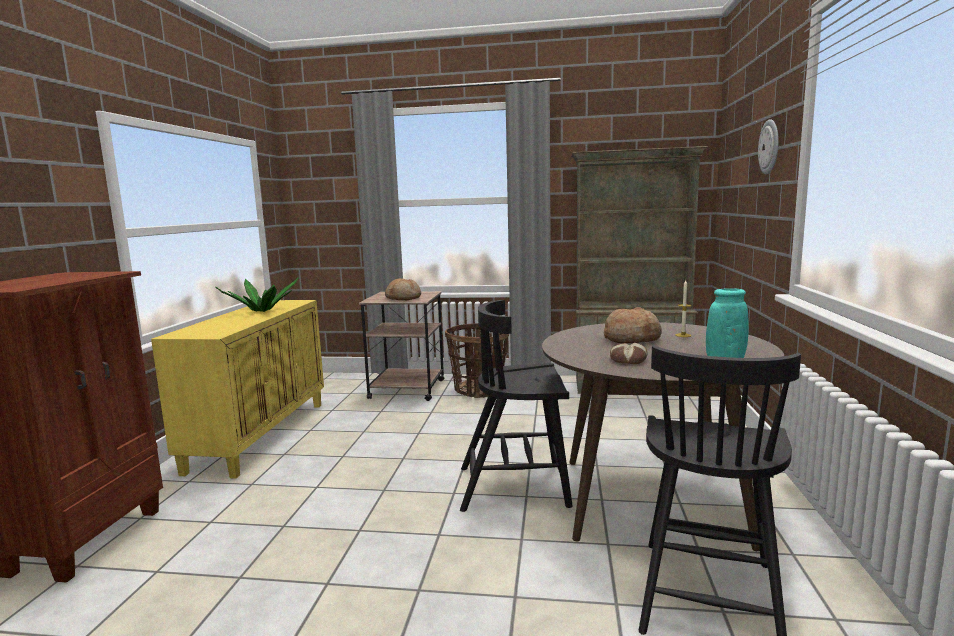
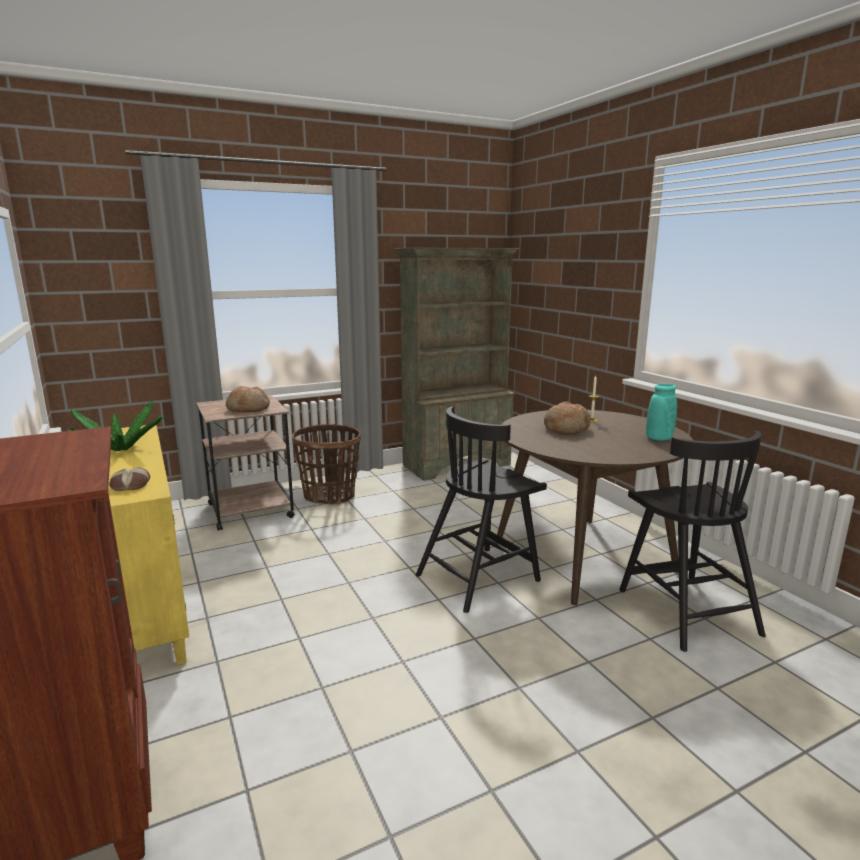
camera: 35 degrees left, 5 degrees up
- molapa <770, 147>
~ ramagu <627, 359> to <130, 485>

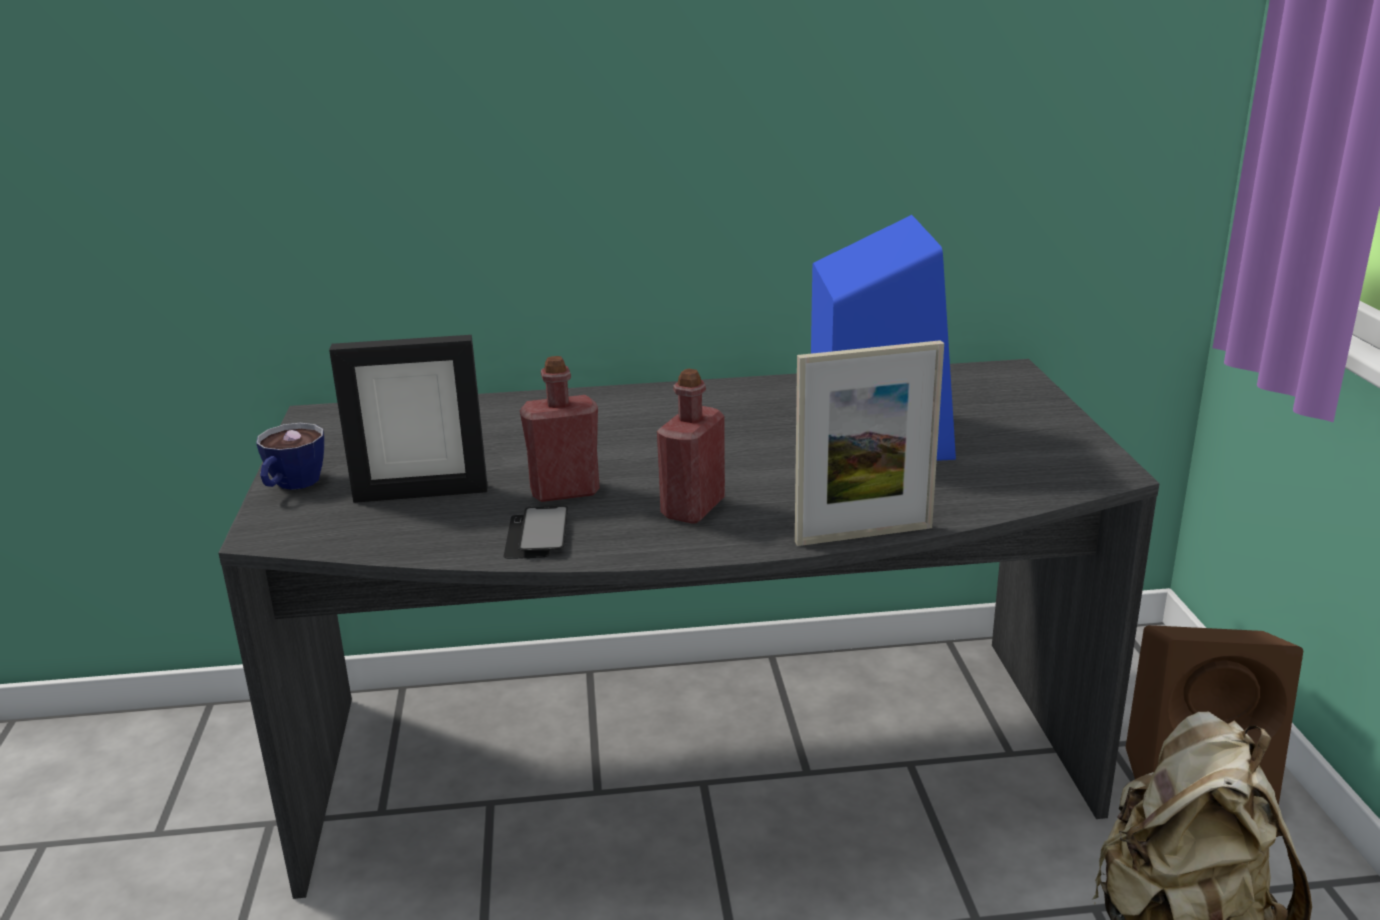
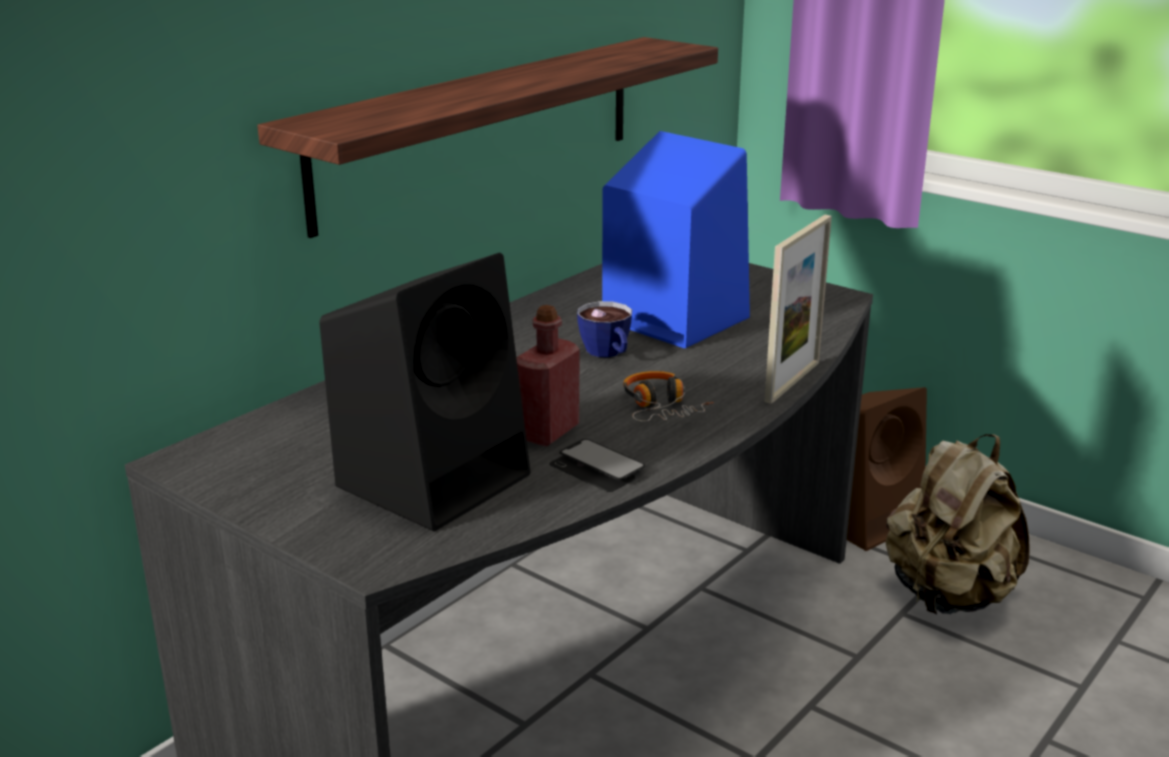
camera: 45 degrees left, 0 degrees up
~ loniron <421, 492> to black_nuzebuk <436, 478>
~ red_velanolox <693, 508> to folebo <661, 407>
~ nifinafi <292, 485> to <608, 354>
+ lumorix <481, 128>

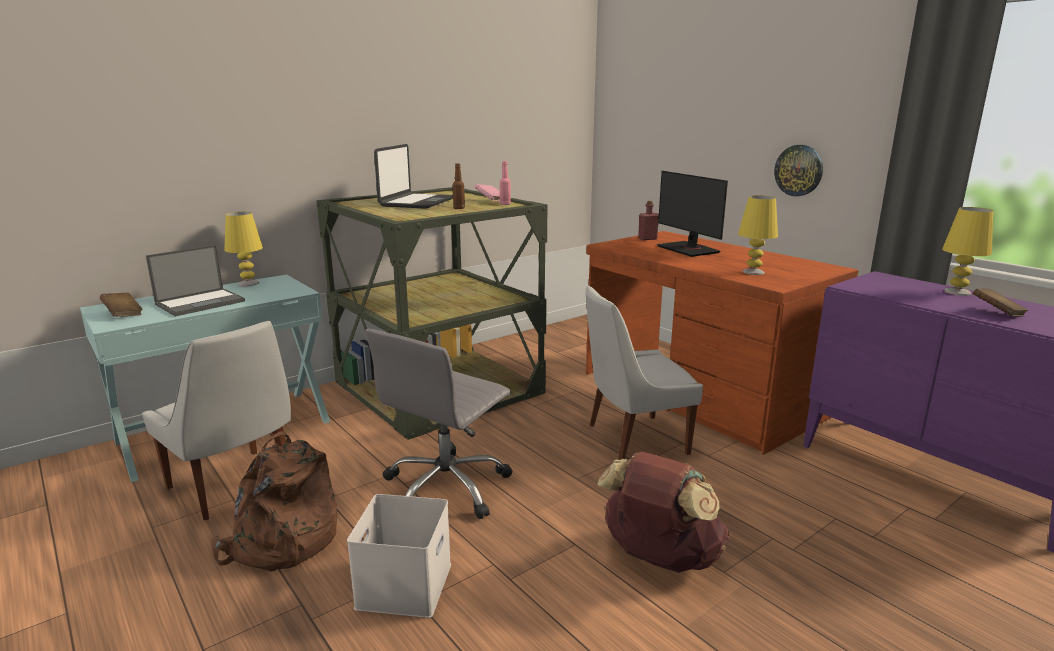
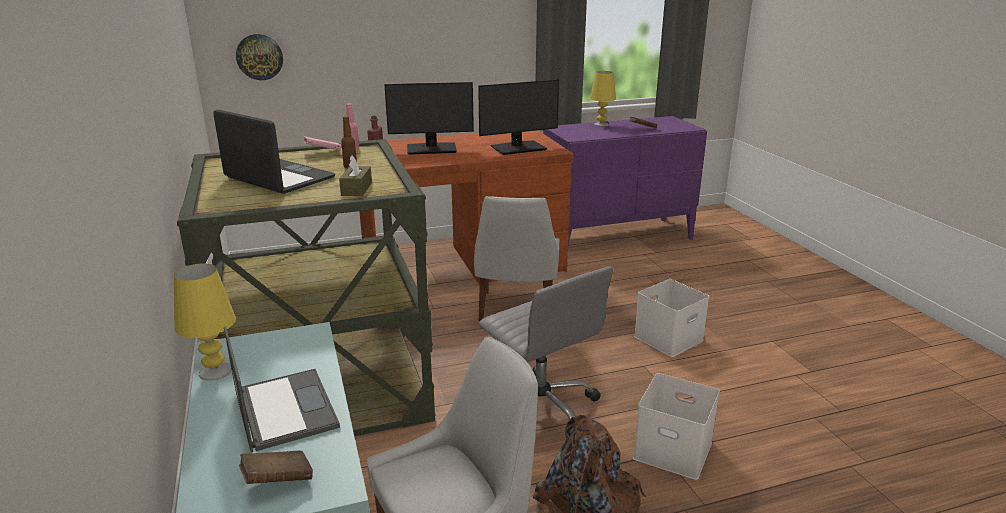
camera: 70 degrees left, 5 degrees up
~ molapa <799, 170> to <259, 57>
~ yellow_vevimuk <753, 272> to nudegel <518, 148>
~ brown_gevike <659, 558> to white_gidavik <668, 339>
+ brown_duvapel <356, 189>

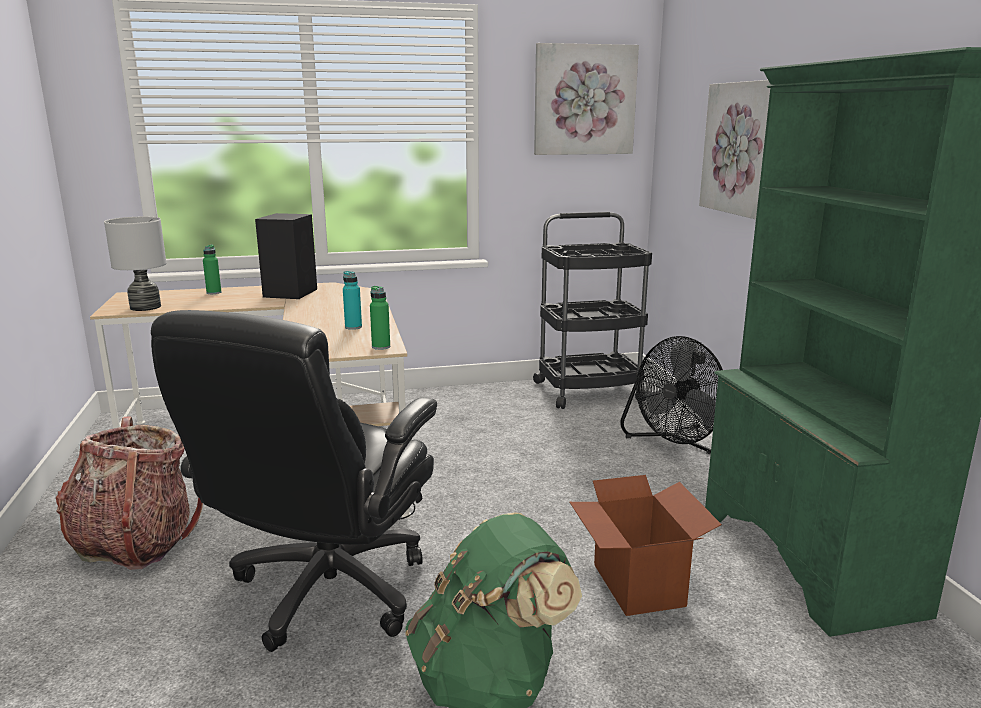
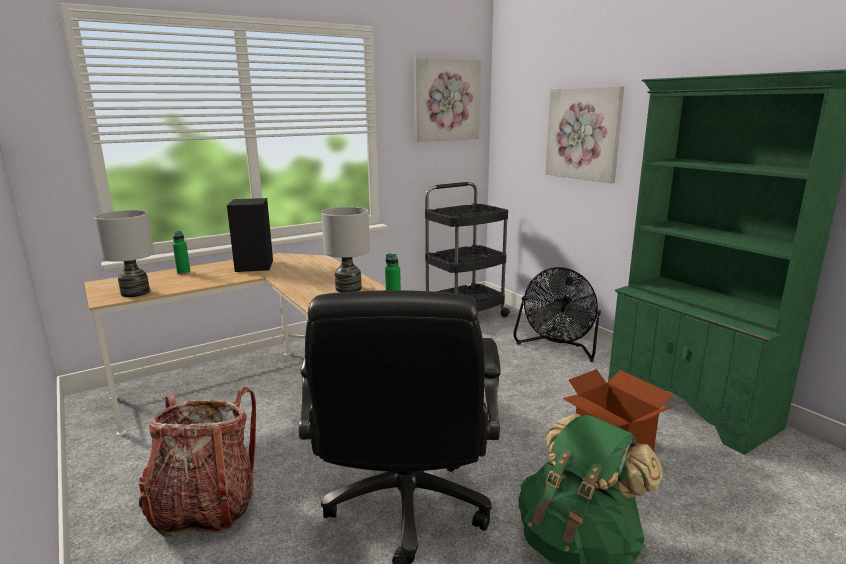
camera: 20 degrees left, 0 degrees up
~ turquoise_velanolox <353, 327> to grey_vevimuk <348, 288>

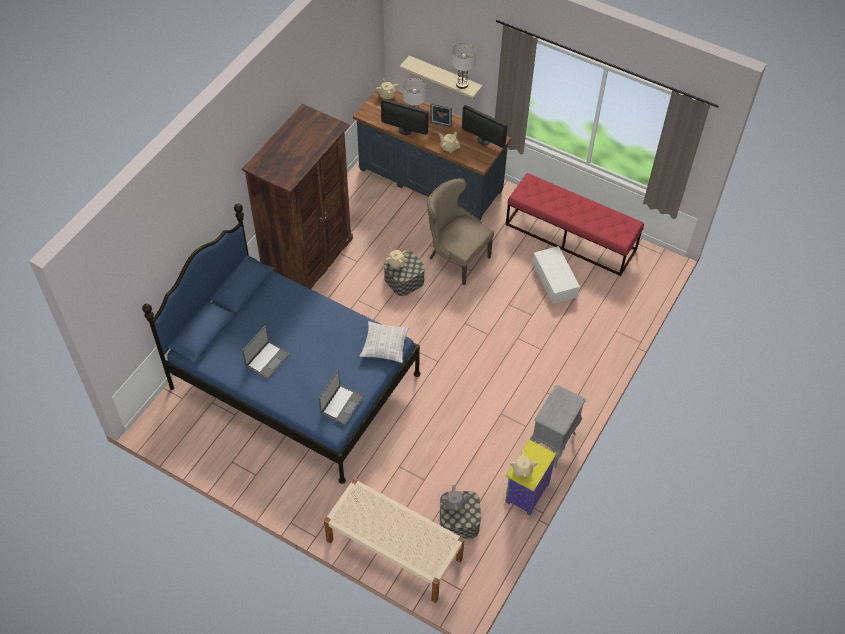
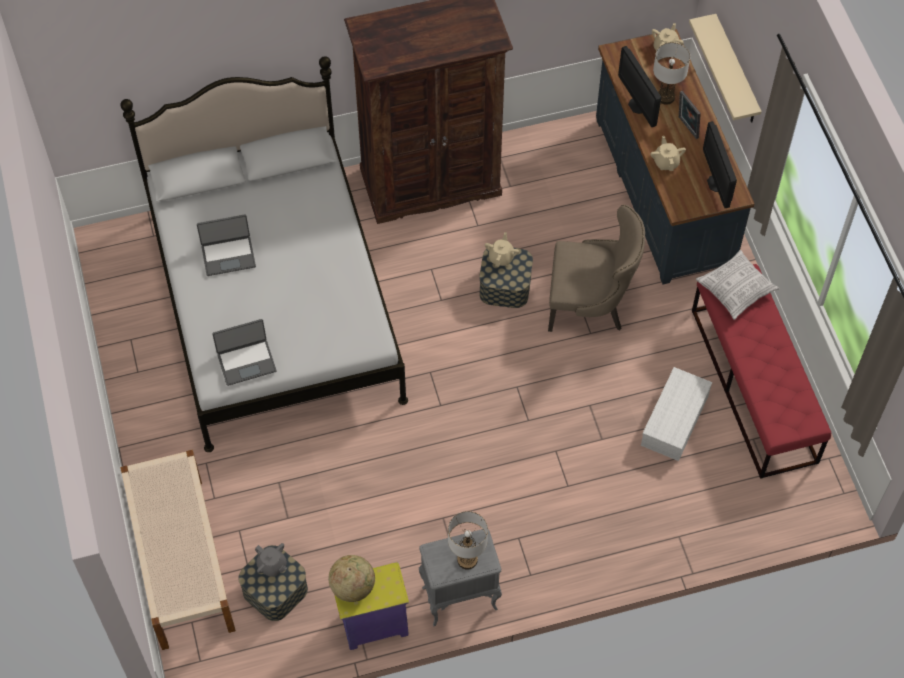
camera: 45 degrees right, 5 degrees up
~ vevimuk <462, 84> to <467, 560>
~ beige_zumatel <456, 258> = <590, 306> 105 degrees clockwise
~ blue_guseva <295, 380> to white_guseva <275, 305>
~ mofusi <385, 346> to <735, 290>
~ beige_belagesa <522, 470> to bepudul <353, 587>

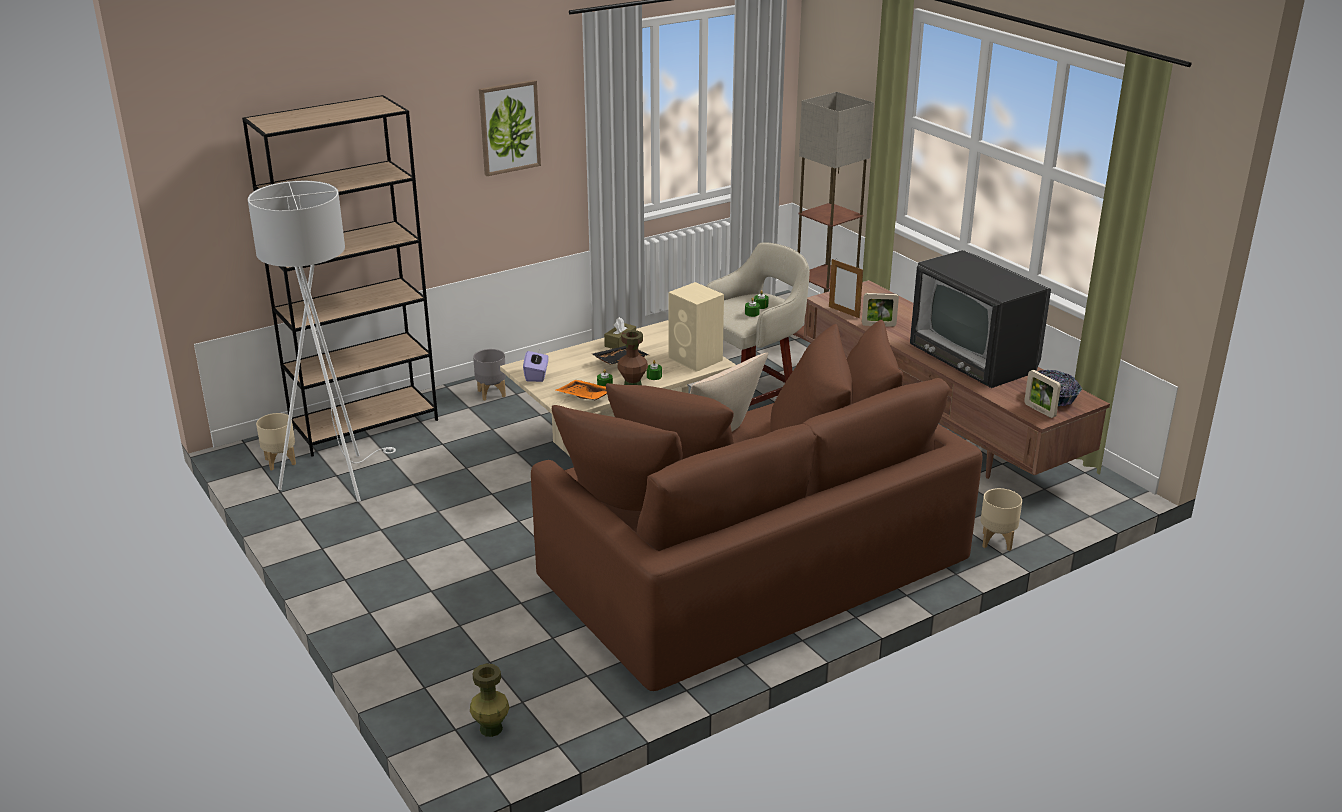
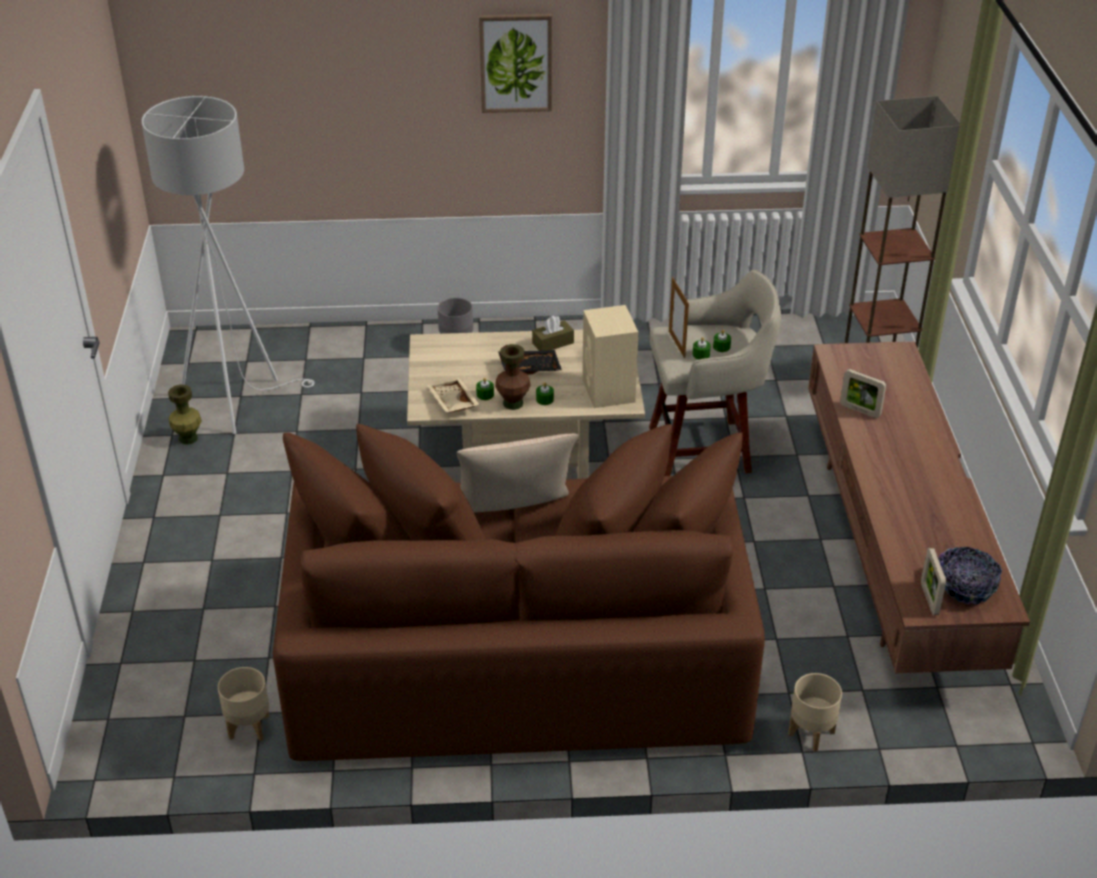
camera: 30 degrees right, 10 degrees up
- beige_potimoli <365, 424>
- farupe <975, 357>
~ loniron <844, 312> to <677, 344>
- purple_duvapel <536, 375>
~ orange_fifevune <584, 397> to beige_fifevune <452, 402>
~ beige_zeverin <280, 461> to <249, 726>
~ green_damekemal <490, 729> to <188, 438>

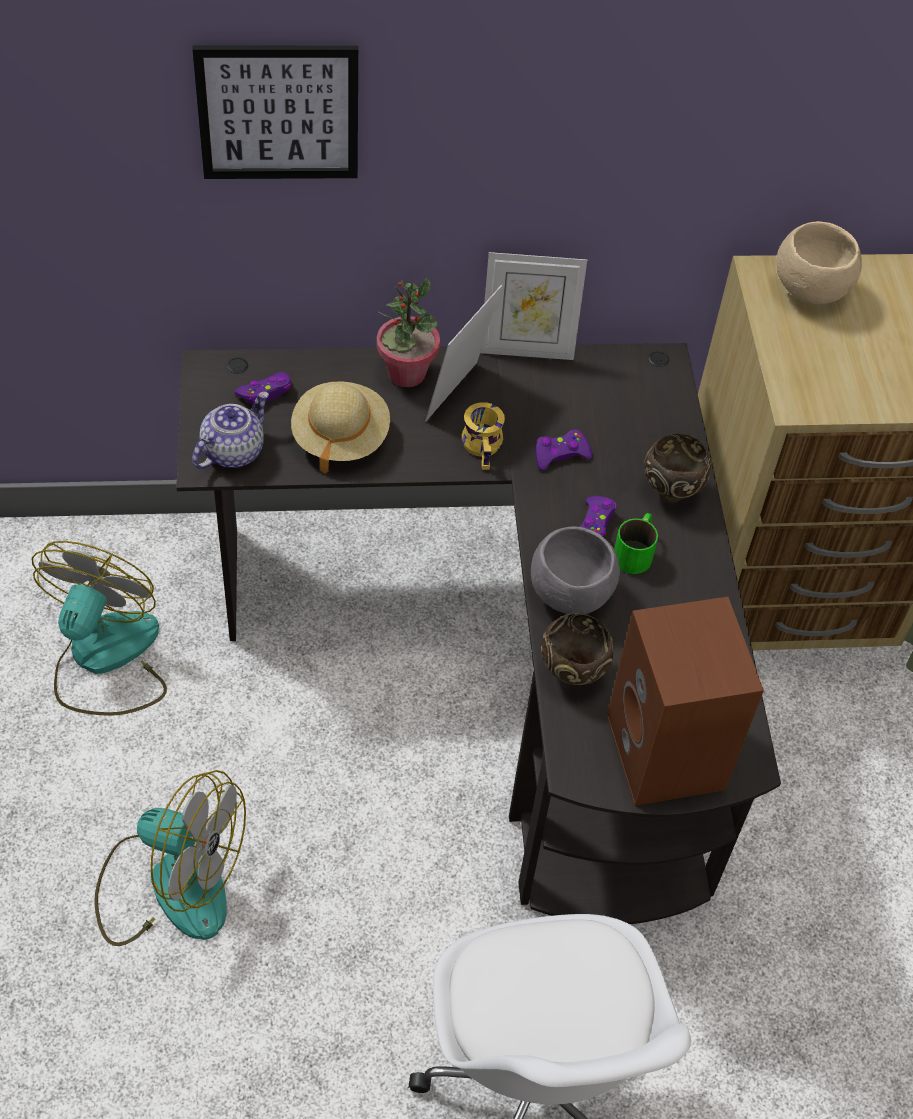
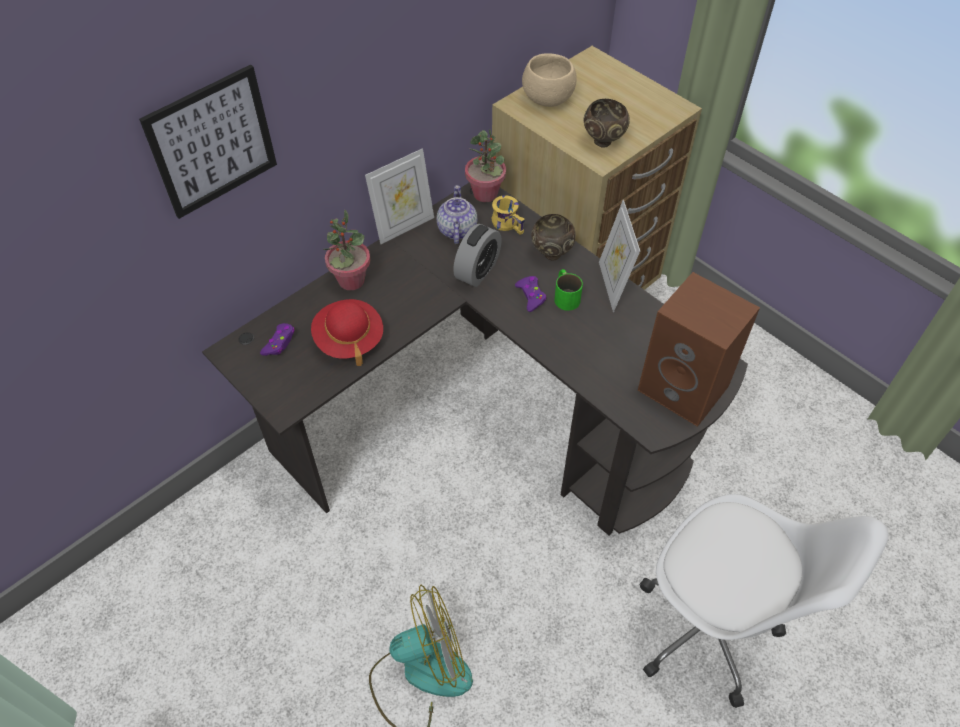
camera: 35 degrees left, 0 degrees up
~ loniron <459, 395> to <612, 286>
~ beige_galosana <340, 437> to red_galosana <349, 339>
~ belagesa <232, 451> to <456, 229>
~ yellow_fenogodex <485, 447> to <509, 223>
~ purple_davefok <560, 454> to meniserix <477, 271>
- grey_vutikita <570, 594>
- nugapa <105, 659>
~ brown_vutikita <573, 674> to <604, 142>
+ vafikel <485, 194>

